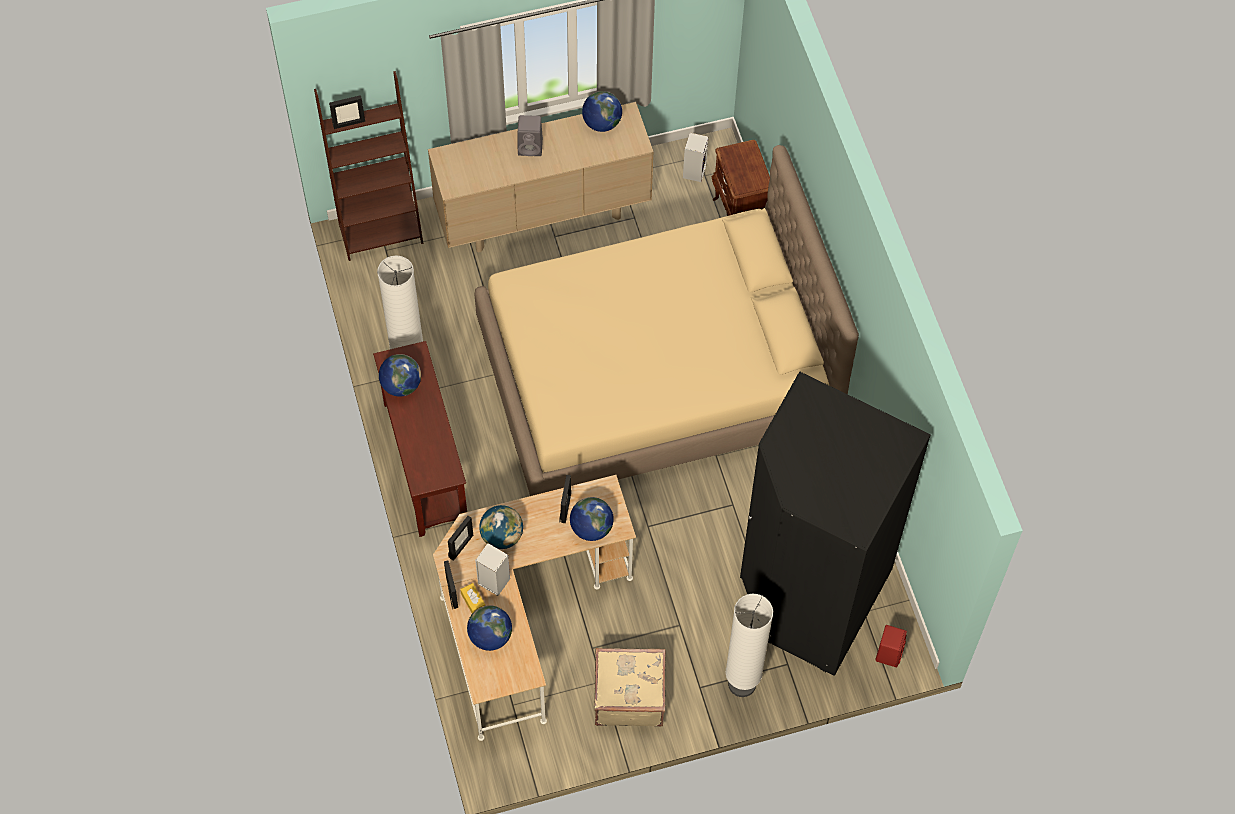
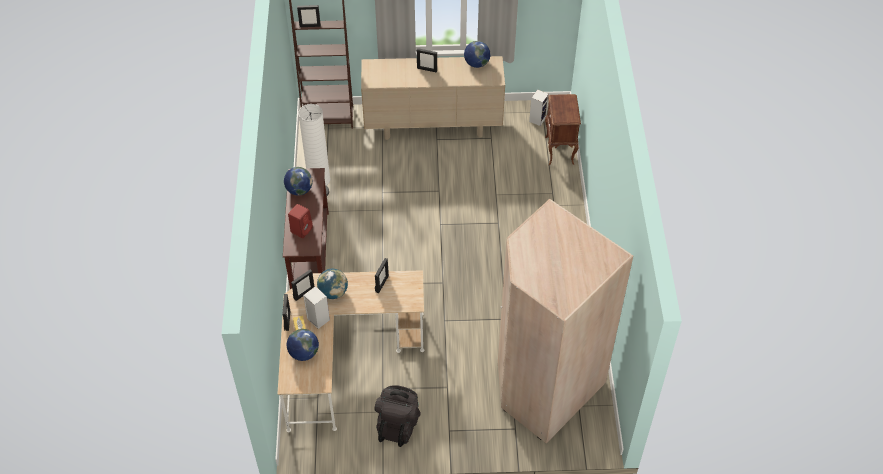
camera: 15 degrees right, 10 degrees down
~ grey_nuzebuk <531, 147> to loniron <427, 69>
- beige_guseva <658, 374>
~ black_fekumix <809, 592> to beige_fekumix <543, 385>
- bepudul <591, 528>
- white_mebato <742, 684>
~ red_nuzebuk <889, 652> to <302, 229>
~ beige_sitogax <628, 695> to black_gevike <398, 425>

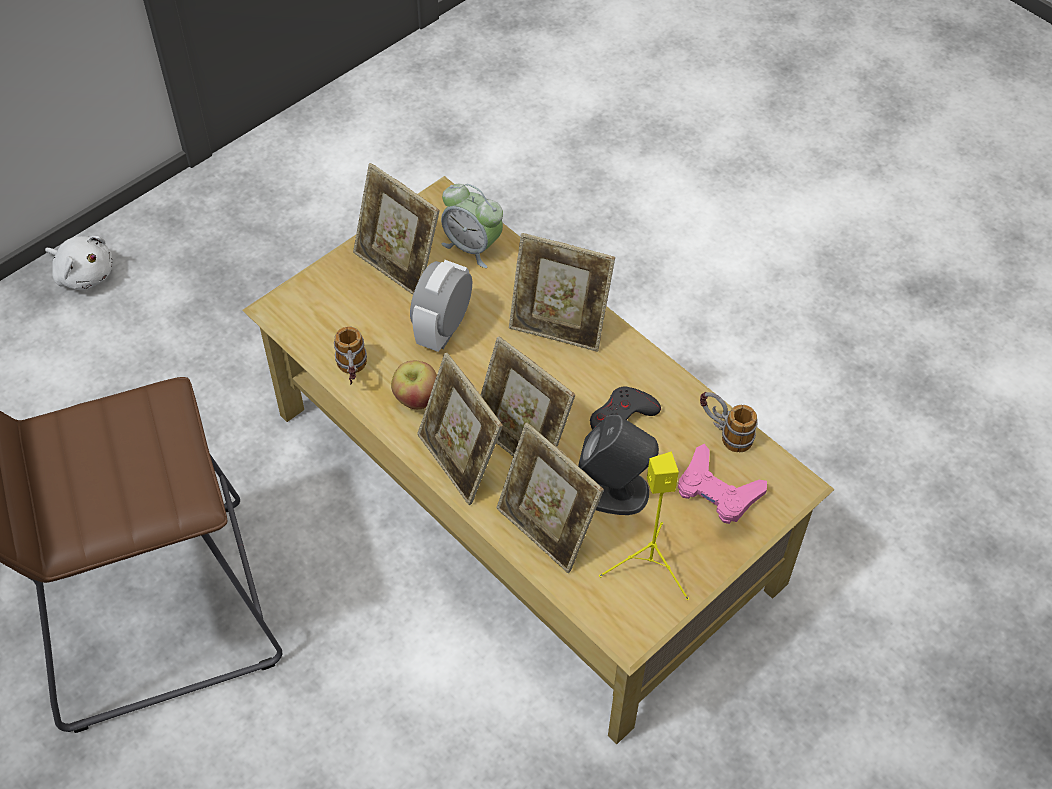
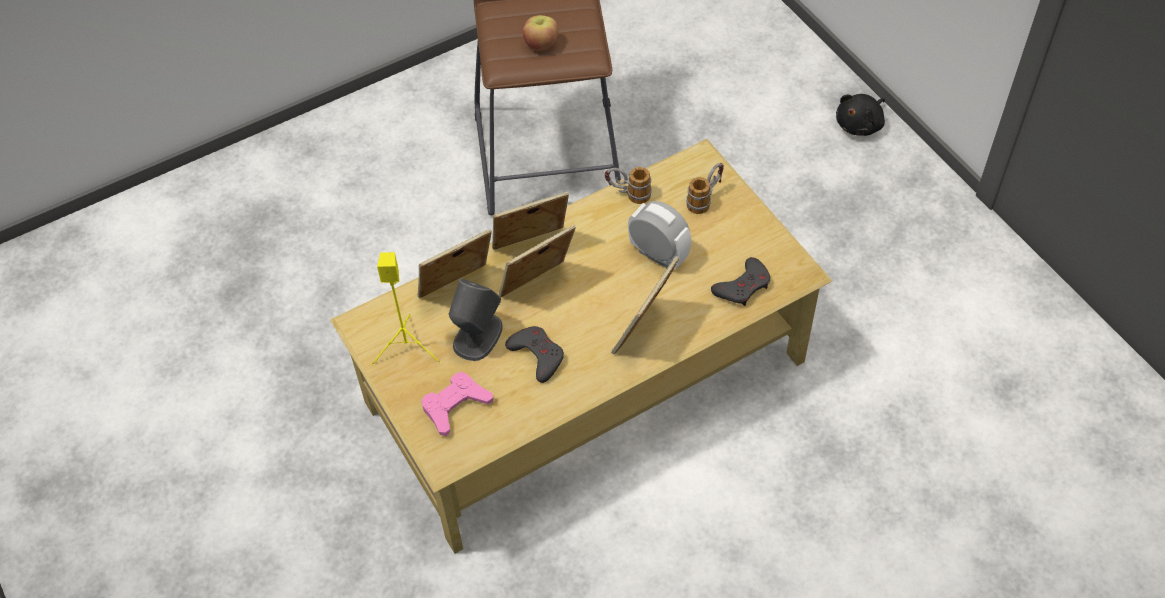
camera: 105 degrees right, 0 degrees up
- loniron <398, 266>
~ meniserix <472, 246> to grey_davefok <743, 286>
~ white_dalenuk <84, 274> to black_dalenuk <860, 124>
~ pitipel <416, 398> to <541, 44>
~ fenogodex <724, 433> to <705, 199>

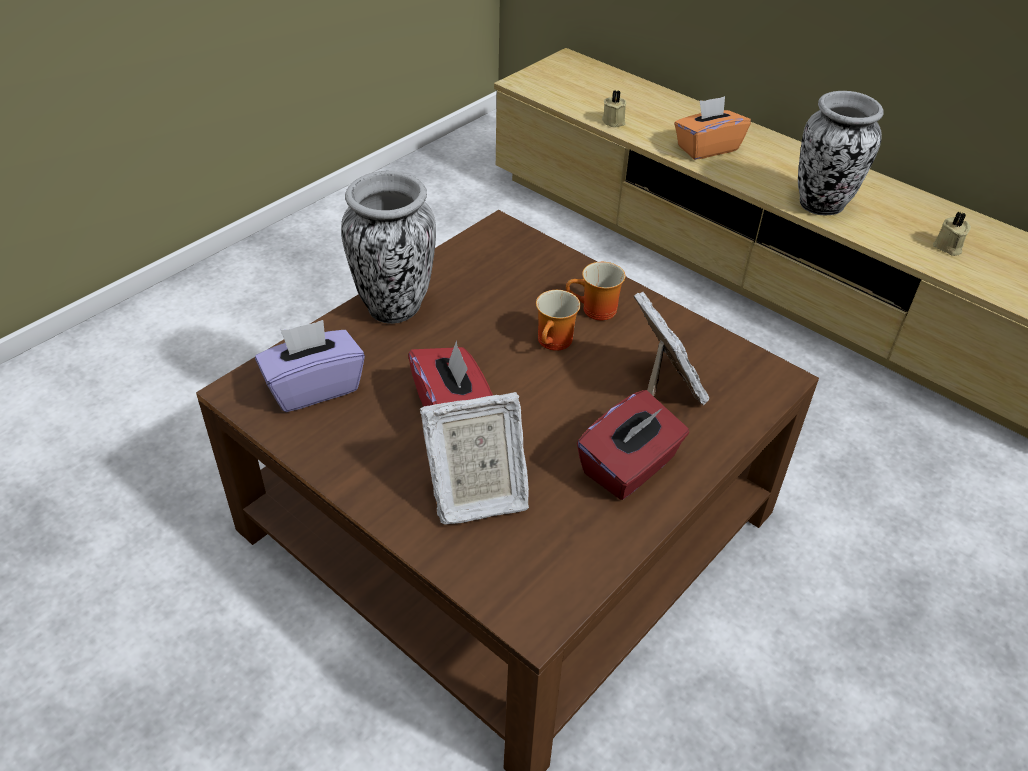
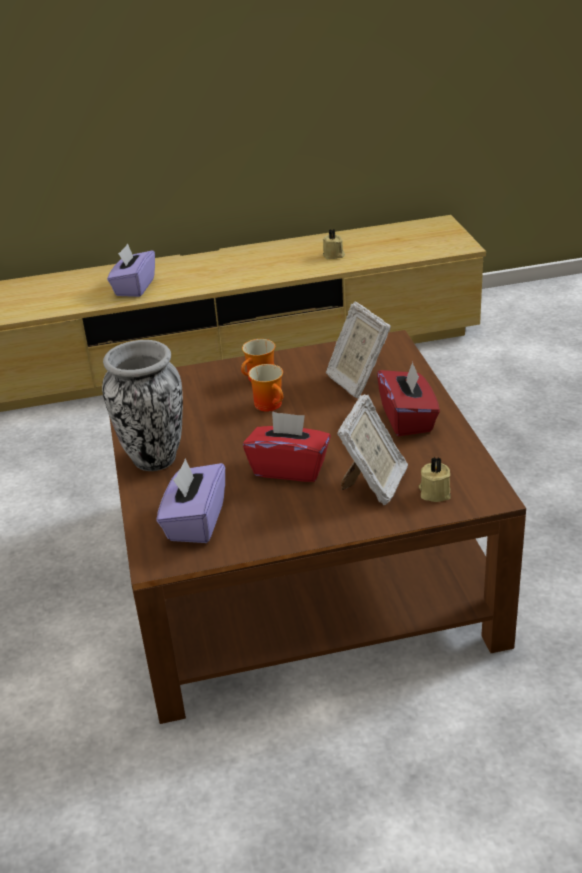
camera: 50 degrees left, 10 degrees down
~ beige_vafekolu <614, 121> to <434, 492>
- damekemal <821, 205>
~ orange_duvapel <707, 148> to purple_duvapel <134, 287>
~ loniron <665, 387> = <357, 381> 135 degrees counterclockwise

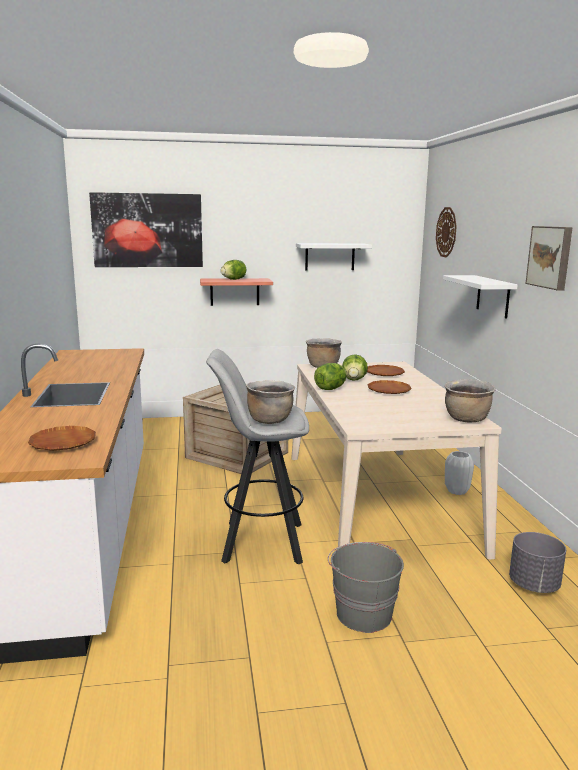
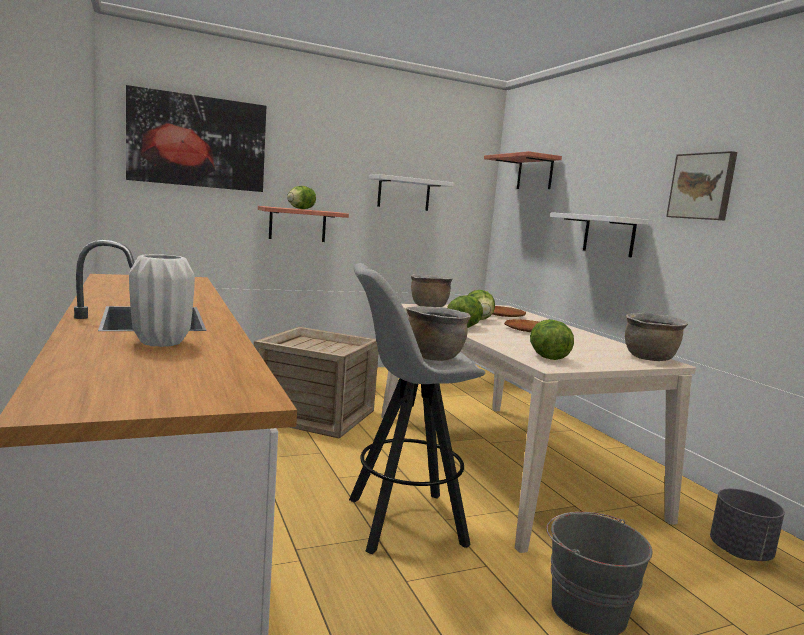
camera: 15 degrees left, 5 degrees down
~ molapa <446, 232> to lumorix <535, 173>
- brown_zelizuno <63, 443>
~ white_damekemal <457, 491> to <162, 342>
+ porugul <547, 357>

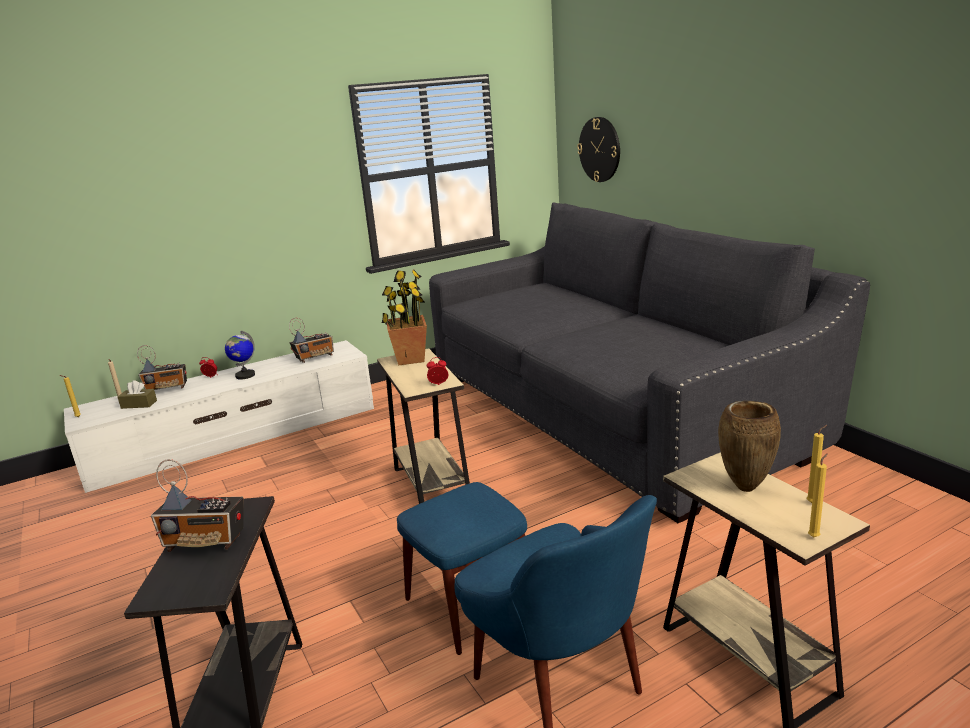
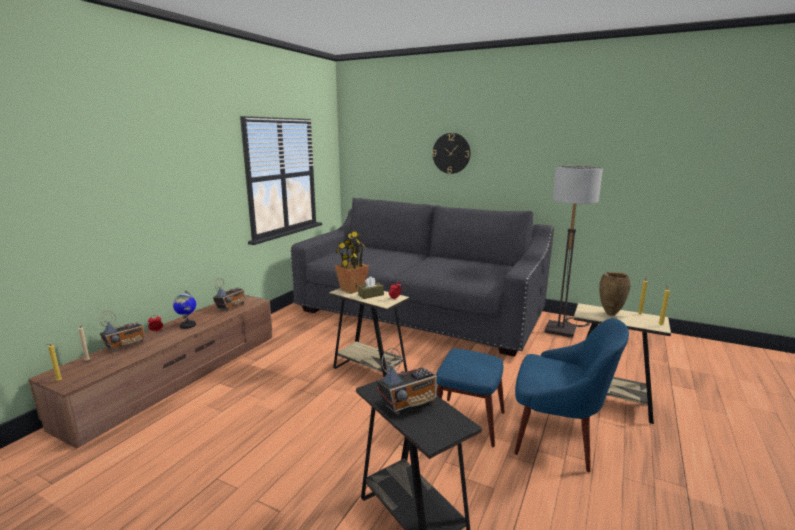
camera: 35 degrees left, 5 degrees down
~ molapa <599, 149> to <451, 153>
~ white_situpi <235, 435> to brown_situpi <178, 375>
~ brown_duvapel <139, 404> to <371, 295>
+ mebato <565, 328>

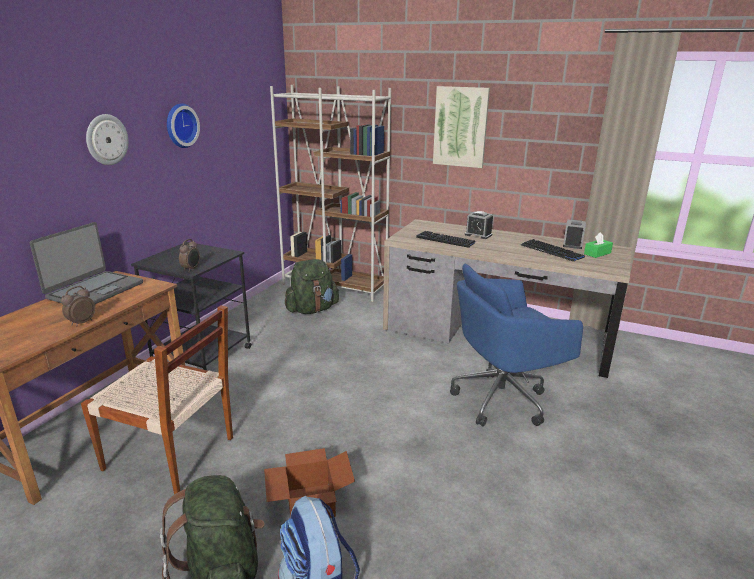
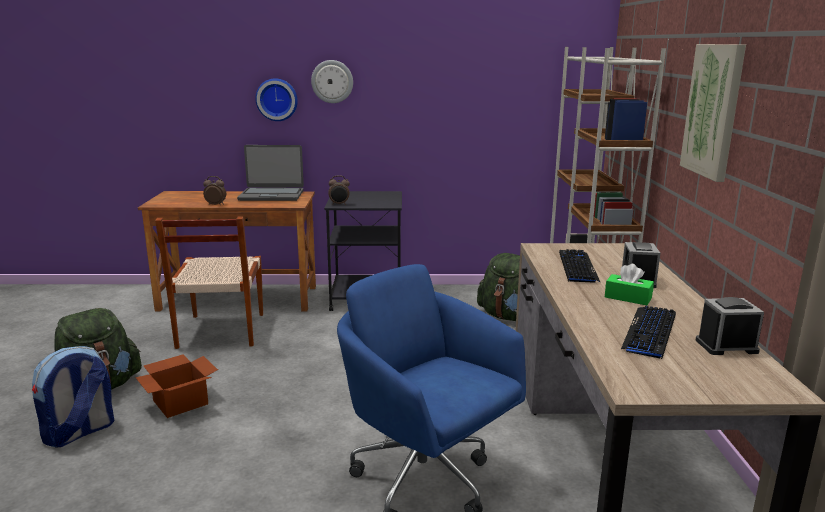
camera: 65 degrees right, 5 degrees down
~ molapa <180, 125> to <277, 99>
~ green_duvapel <597, 253> to <628, 298>

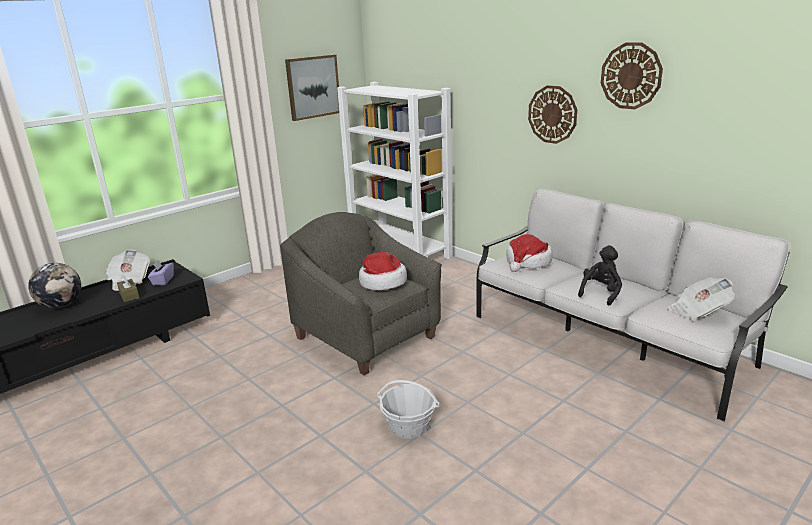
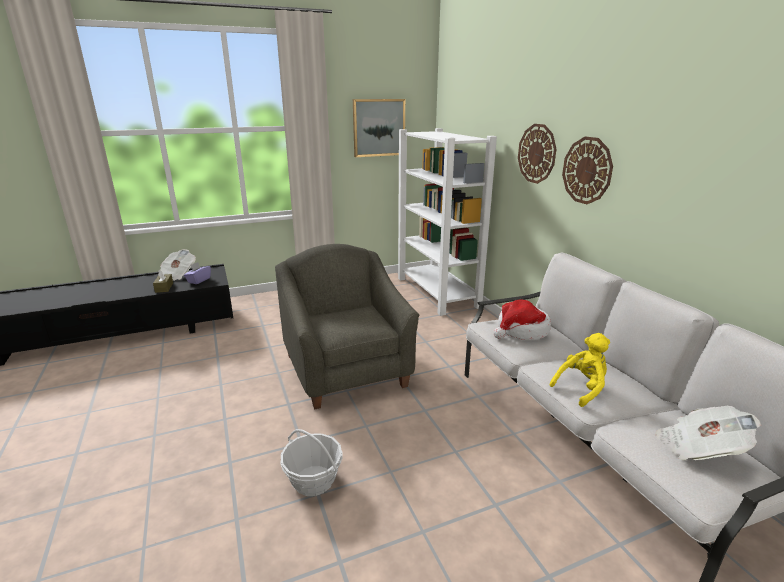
camera: 20 degrees right, 0 degrees up
~ molapa <631, 76> to <537, 153>
~ black_dalenuk <601, 293> to yellow_dalenuk <581, 388>
- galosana <382, 282>
- bepudul <61, 305>

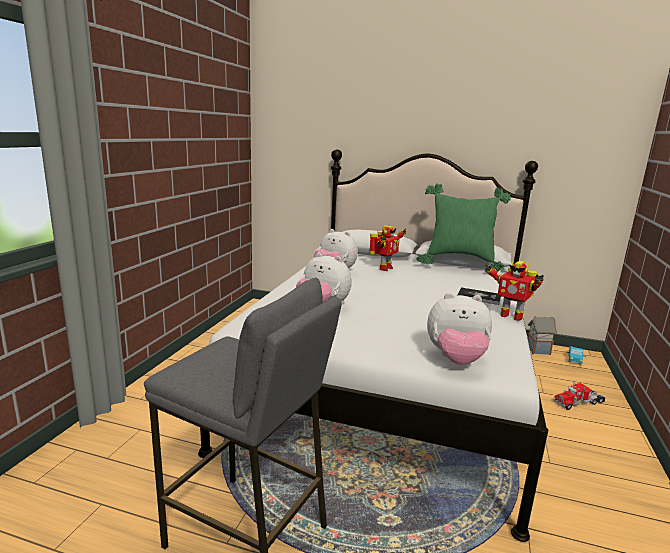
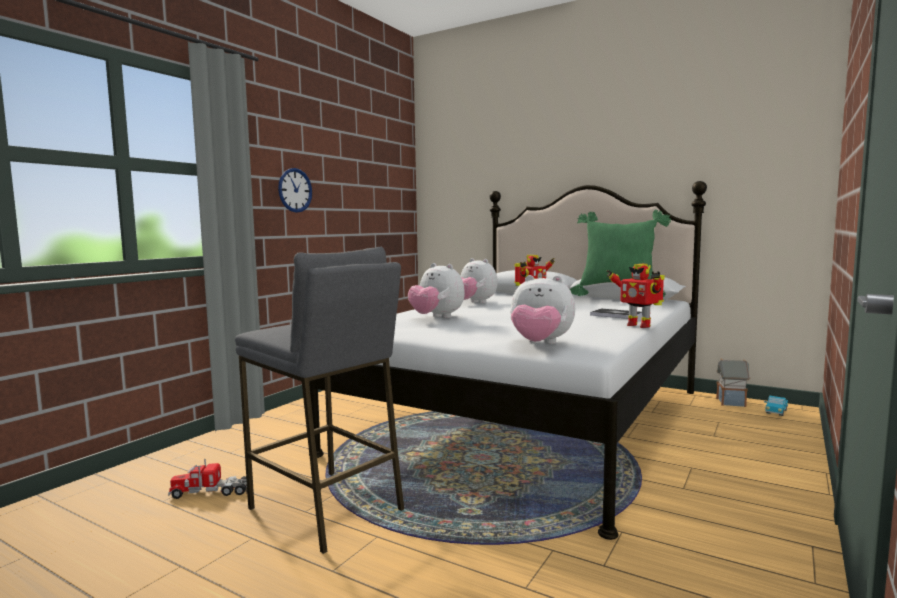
camera: 15 degrees right, 10 degrees down
~ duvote <578, 402> to <211, 492>
+ molapa <295, 190>

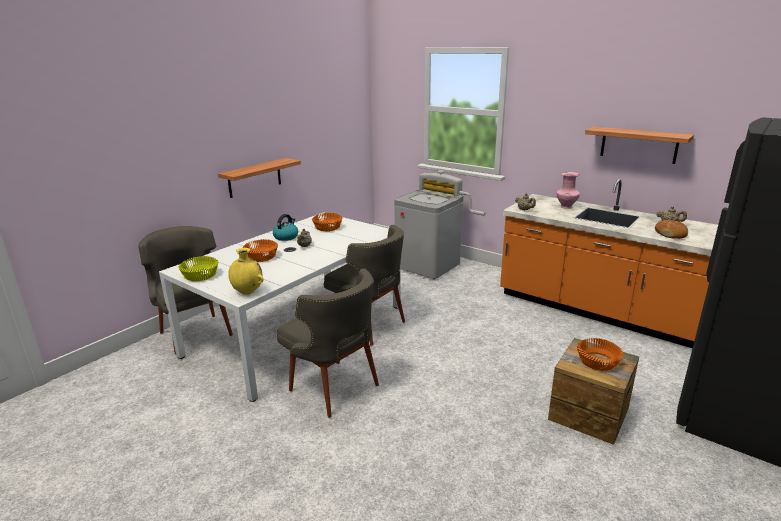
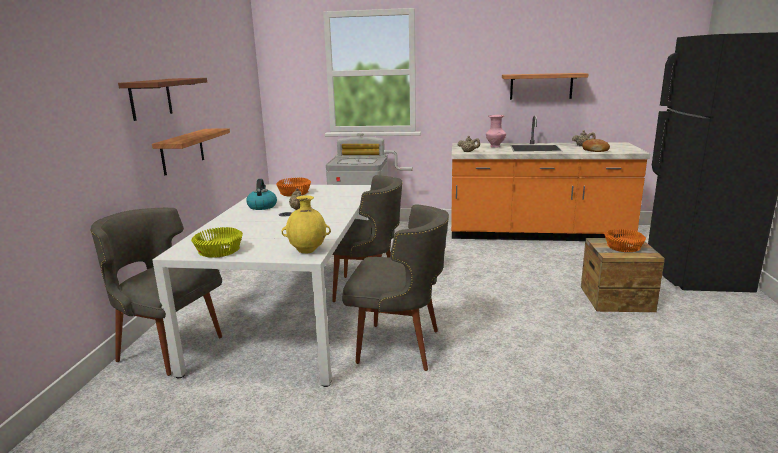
camera: 30 degrees left, 5 degrees down
- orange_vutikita <261, 257>
+ brown_lumorix <150, 98>

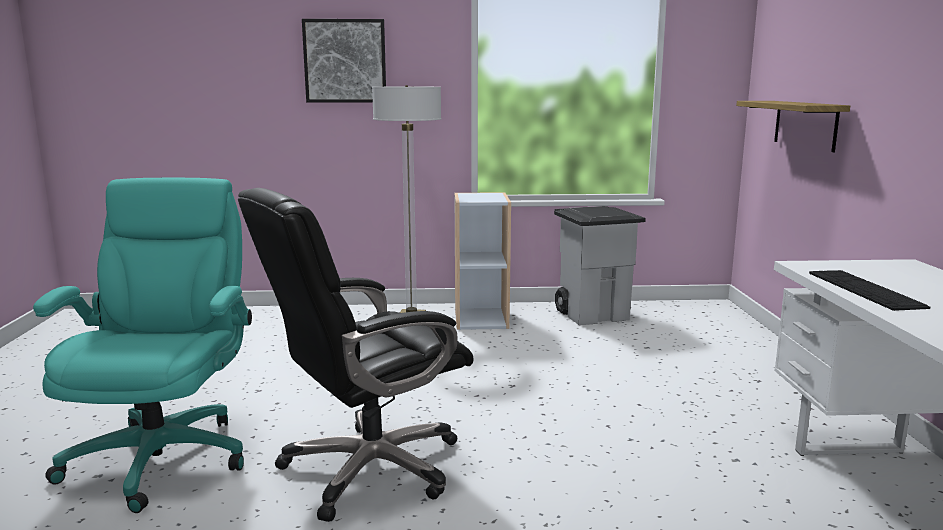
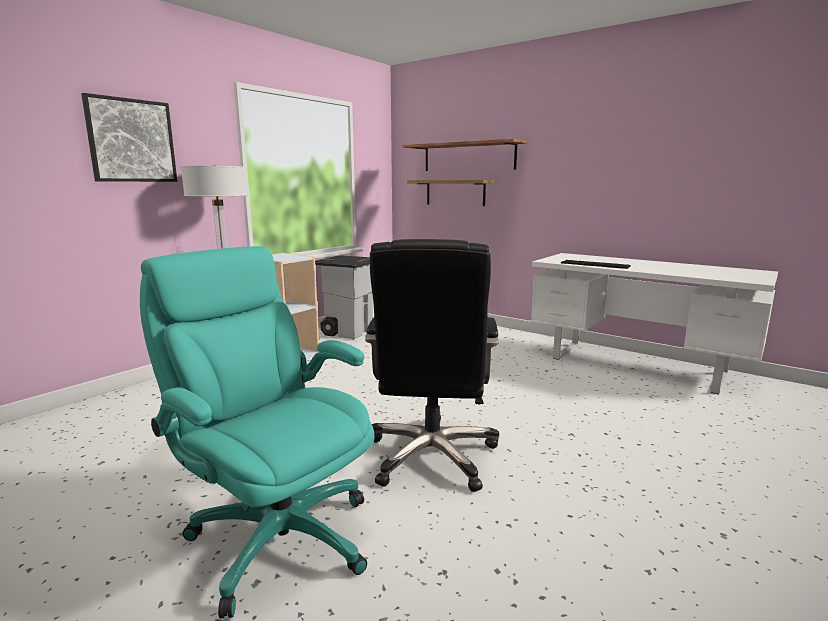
camera: 50 degrees left, 0 degrees up
+ lumorix <468, 157>

